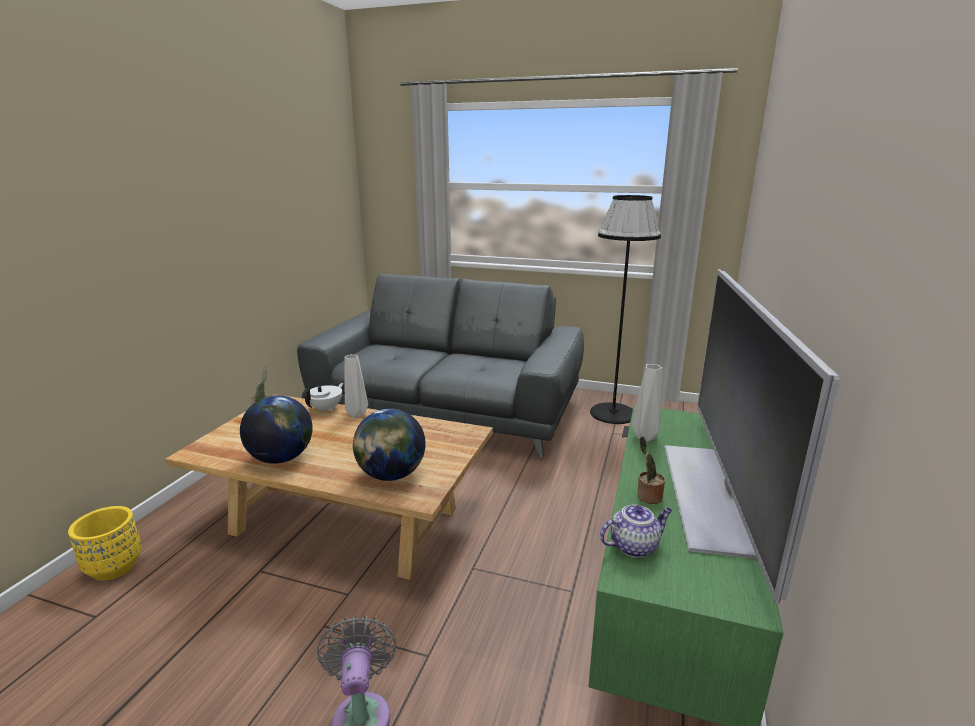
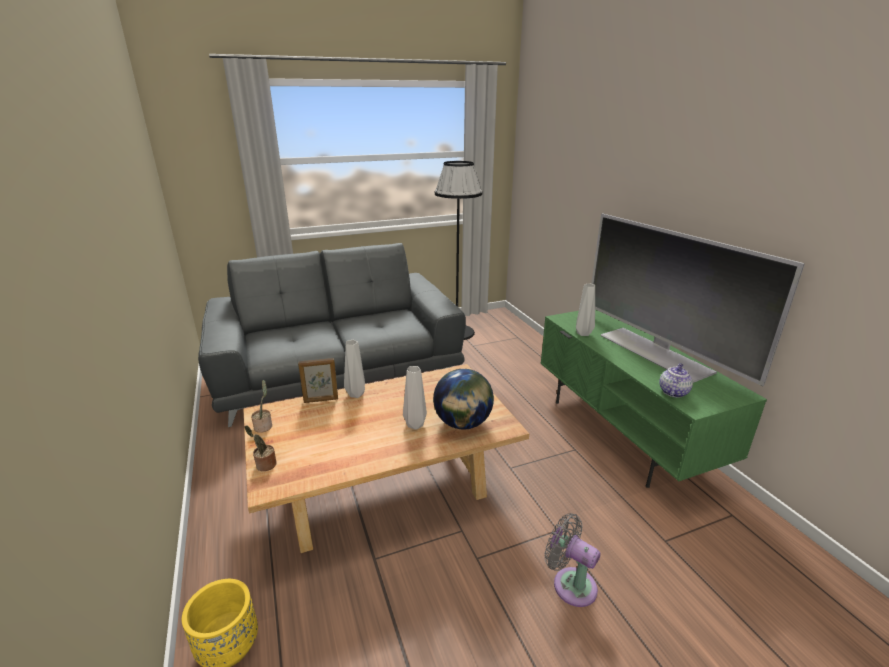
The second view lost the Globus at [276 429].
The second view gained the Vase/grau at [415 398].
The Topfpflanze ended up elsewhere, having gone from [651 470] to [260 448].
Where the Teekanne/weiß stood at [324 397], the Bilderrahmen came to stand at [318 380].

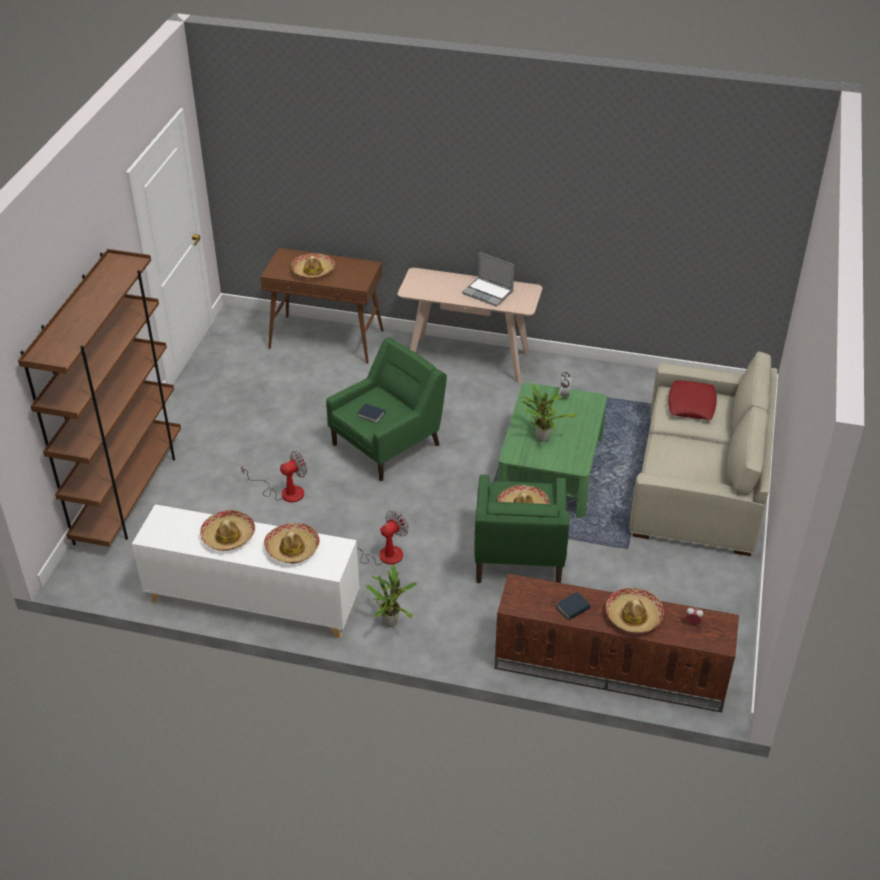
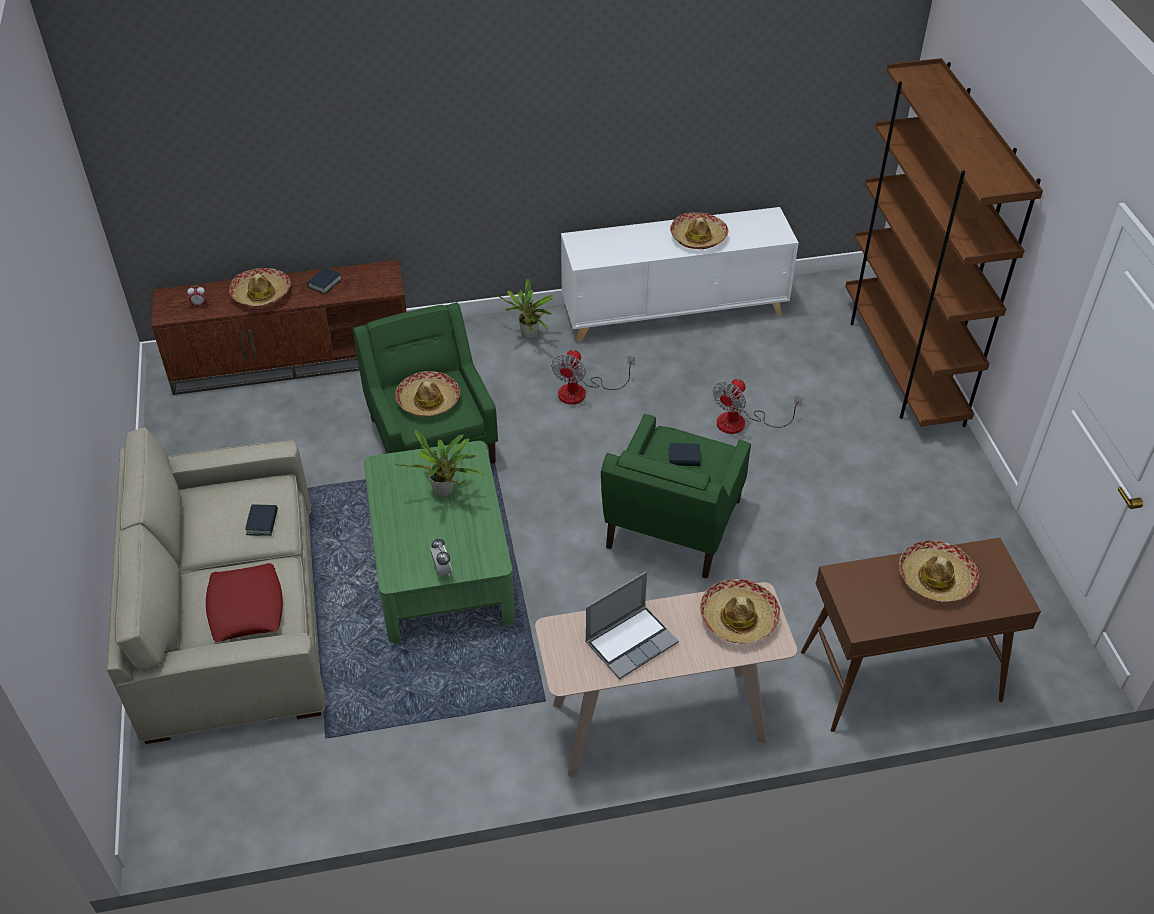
The second view gained the Buch at [261 520].
The Hut ended up elsewhere, having gone from [292 543] to [740 611].
The Laptop at [488 279] ended up facing another way, 135 degrees clockwise from before.

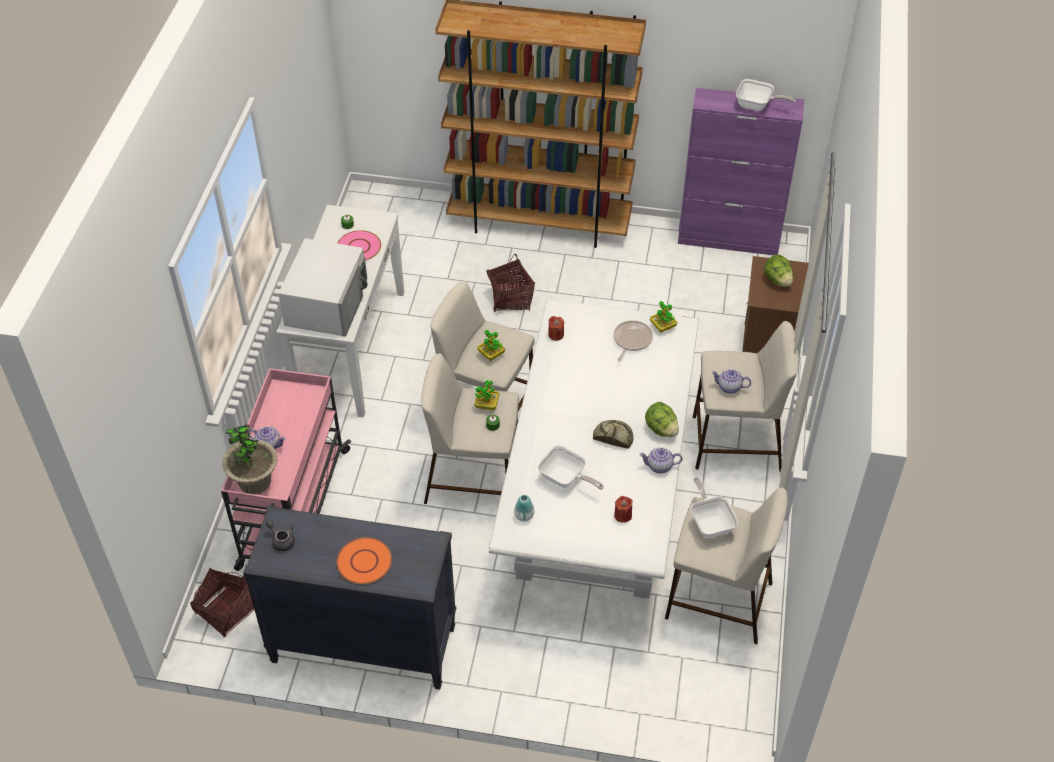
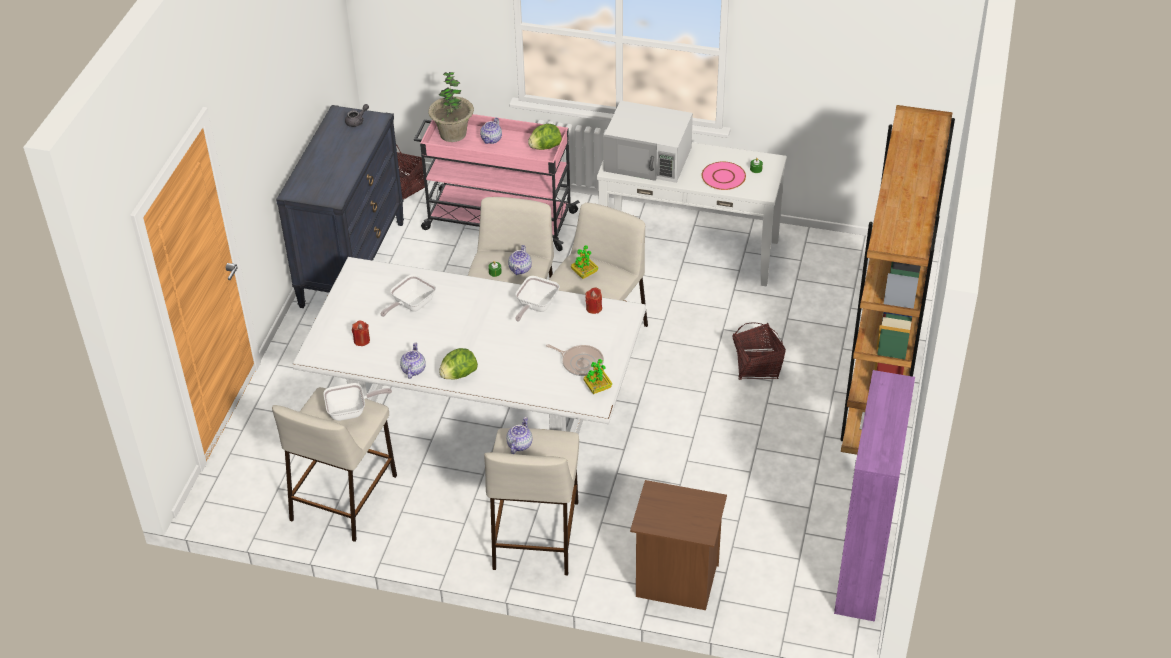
The second view lost the Teller/orange at [364 560].
The second view lost the Vase at [524 508].
The second view lost the Brot at [613 434].
The Pfanne ended up elsewhere, having gone from [766 95] to [537 299].
The Salatkopf ended up elsewhere, having gone from [778 270] to [545 137].
Where the Topfpflanze stood at [486 395], the Teekanne came to stand at [520 260].

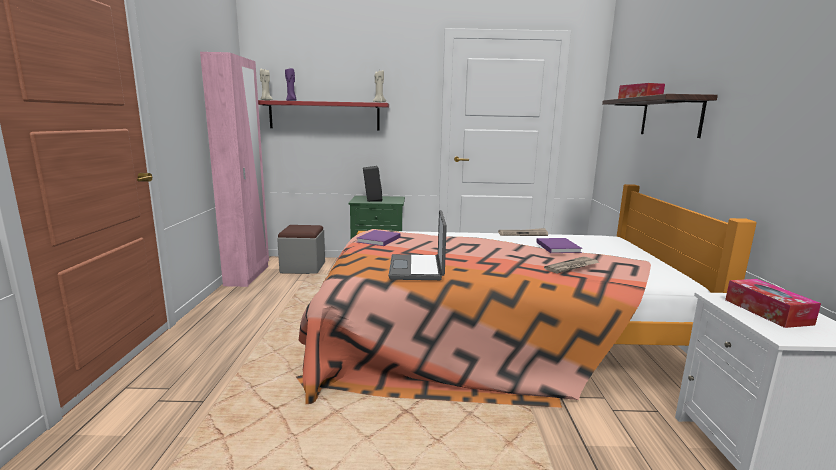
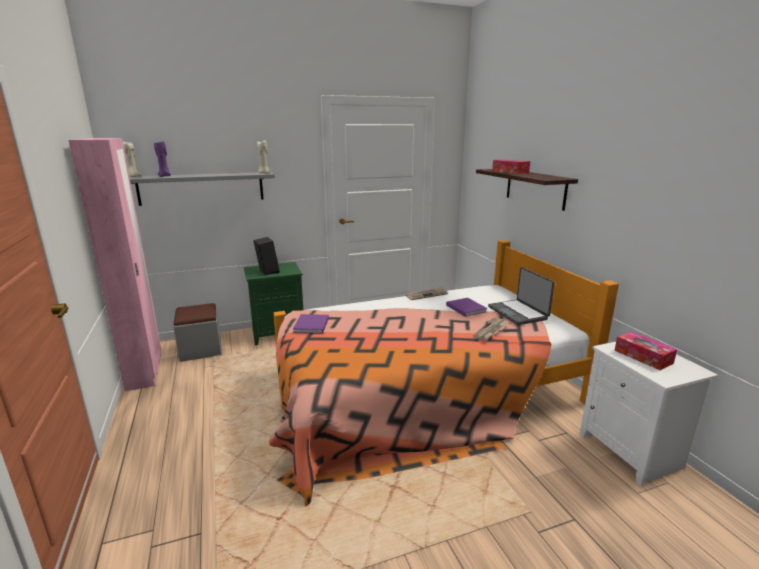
The Laptop ended up elsewhere, having gone from [417 245] to [521 296].
What was the Wandregal/rot at [323 115] turned into the Wandregal/grau at [202 189].

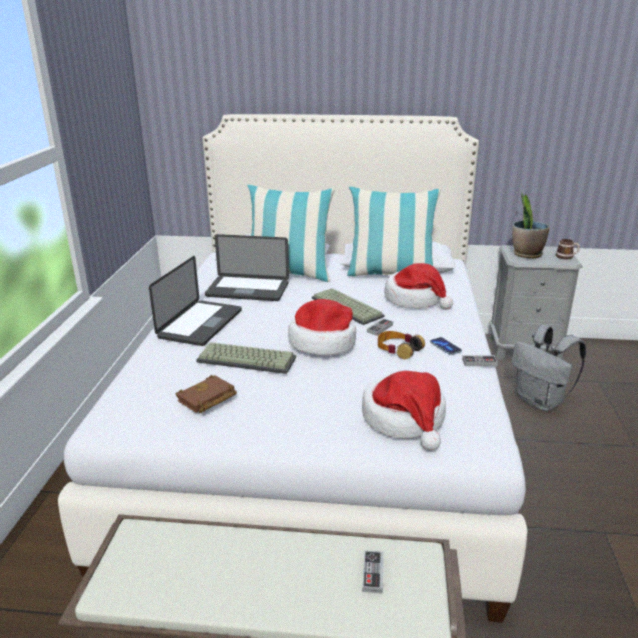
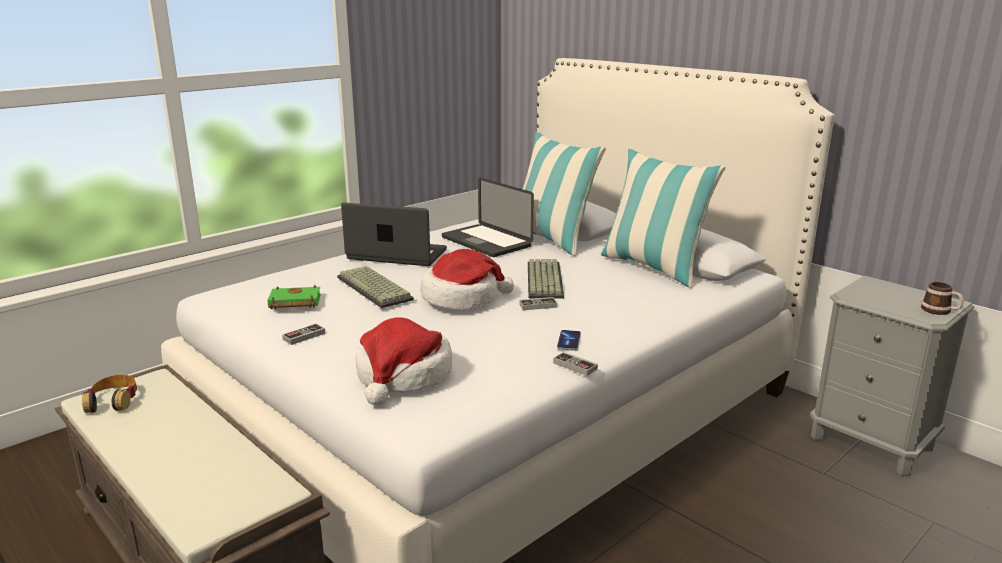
The second view lost the Hut at [418 286].
The second view lost the Rucksack/grau at [548 368].
The second view lost the Topfpflanze at [531 225].
The Gamepad ended up elsewhere, having gone from [373 572] to [303 334].
The Kopfhörer ended up elsewhere, having gone from [401 345] to [109 393].
What was the Buch/braun at [206 394] turned into the Buch/grün at [294 297].
The Laptop at [195 301] ended up facing another way, 135 degrees counterclockwise from before.

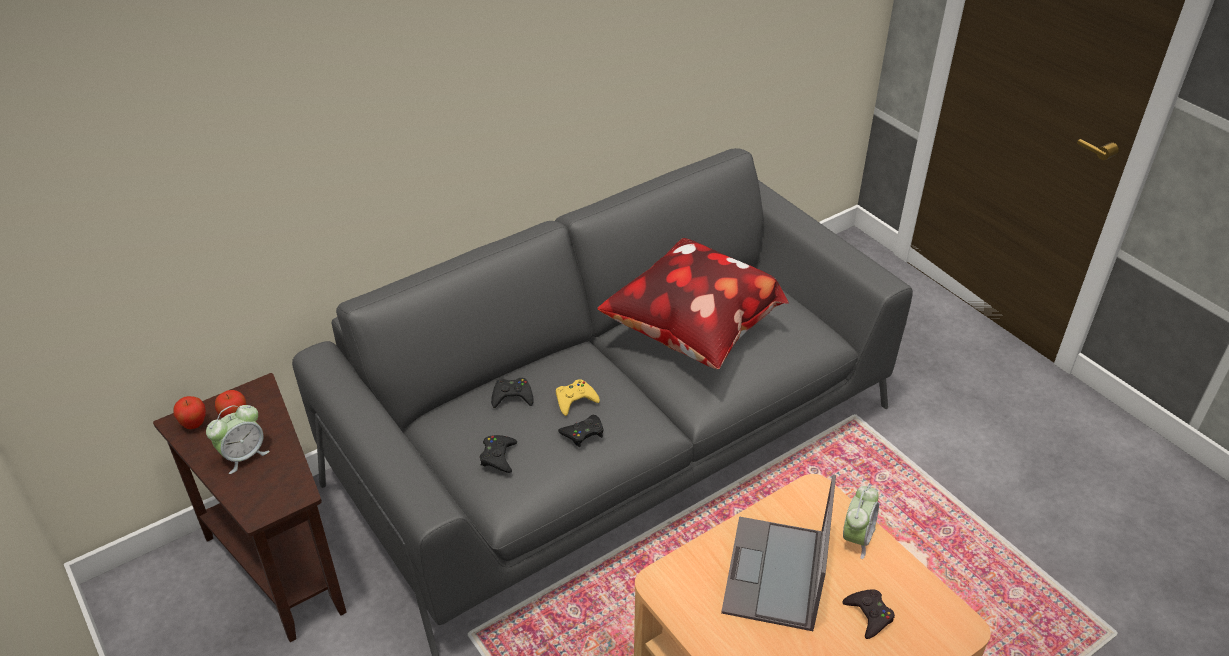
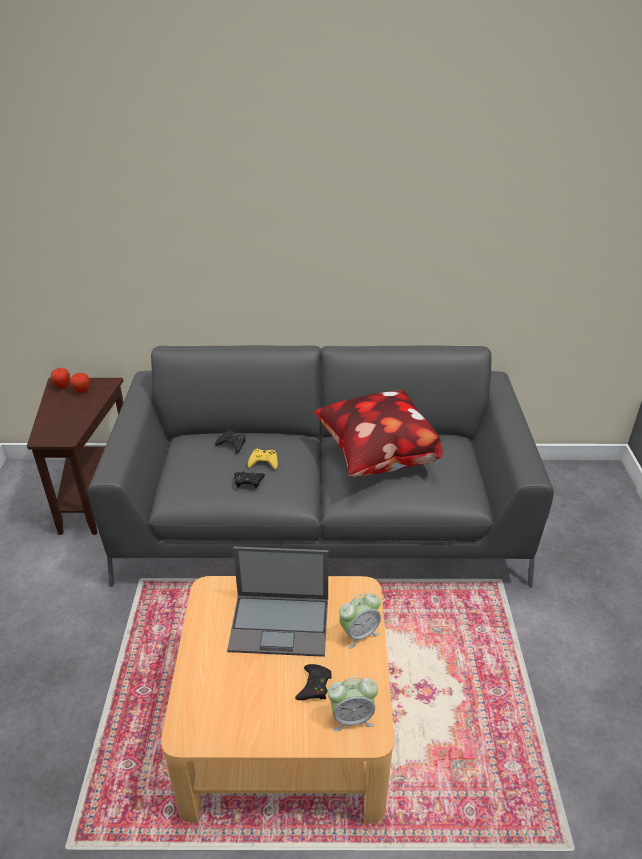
The second view lost the Gamepad/schwarz at [498 454].
The Wecker ended up elsewhere, having gone from [238 439] to [353 704].
The Laptop at [778 552] ended up facing another way, 135 degrees counterclockwise from before.

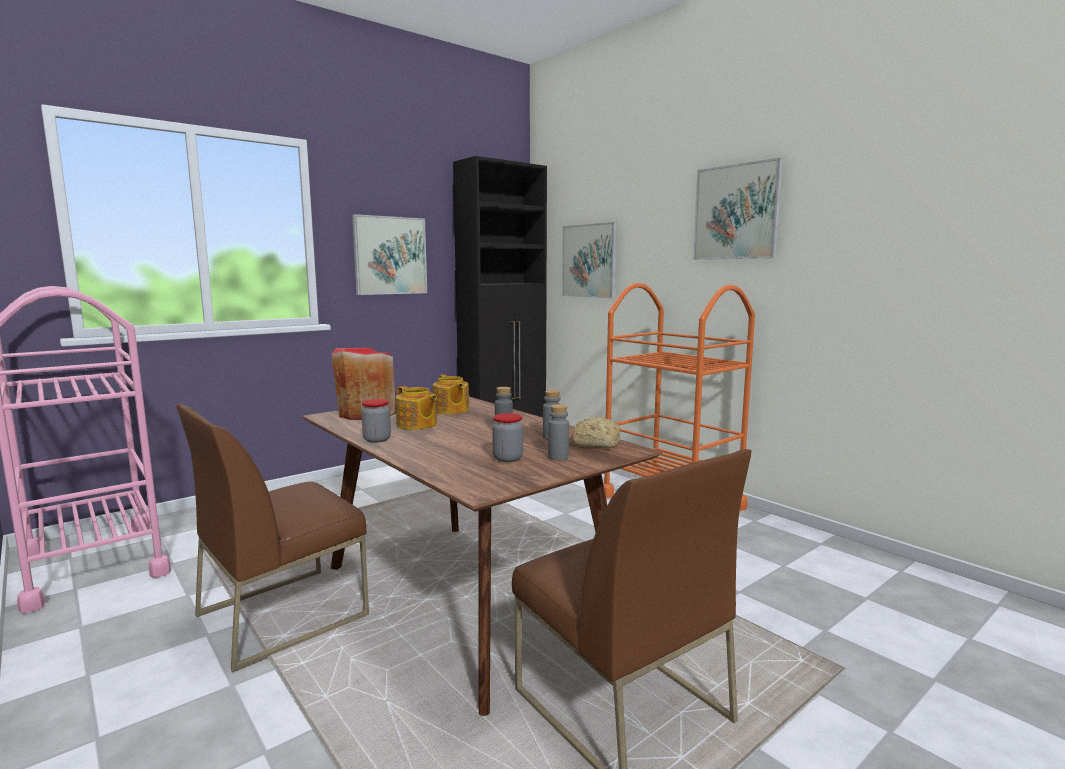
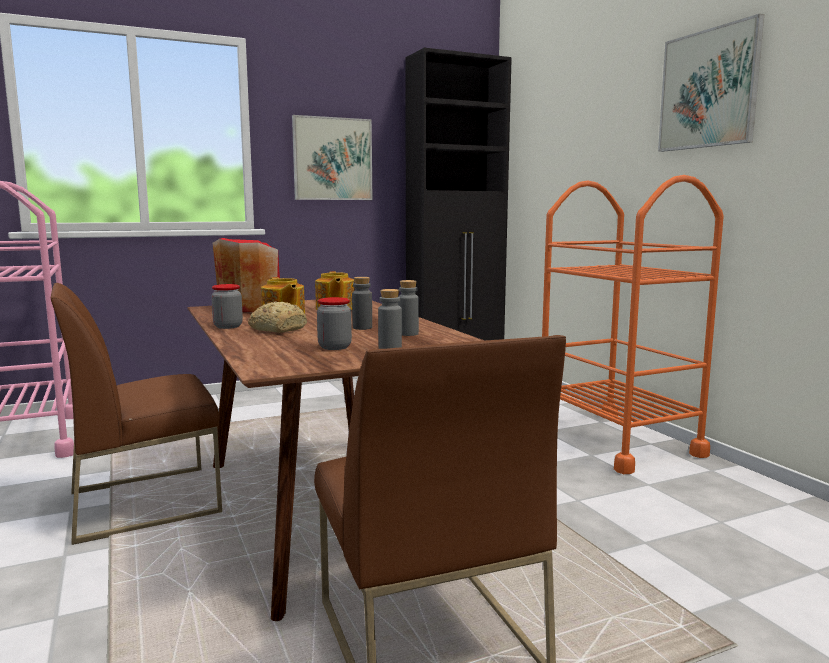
The second view lost the Bild at [589 260].
The Brot ended up elsewhere, having gone from [596 432] to [277 317].

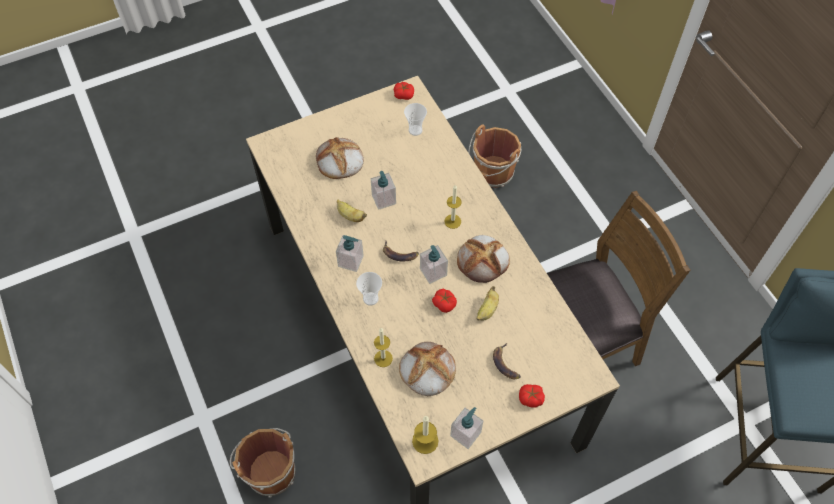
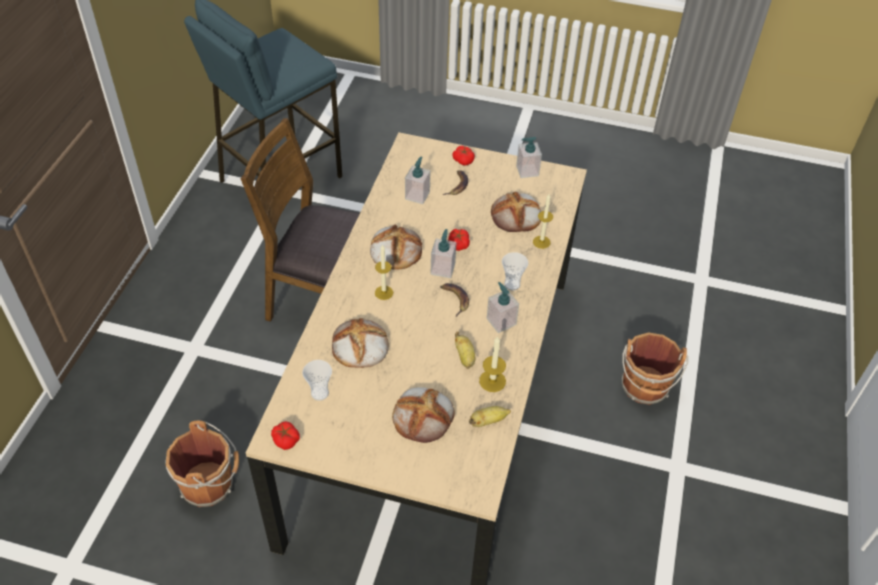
The second view gained the Brot at [360 343].
The Seifenspender ended up elsewhere, having gone from [383 190] to [417 180].
The Kerze ended up elsewhere, having gone from [425 435] to [492 364].
The Banane ended up elsewhere, having gone from [488 303] to [490 416].

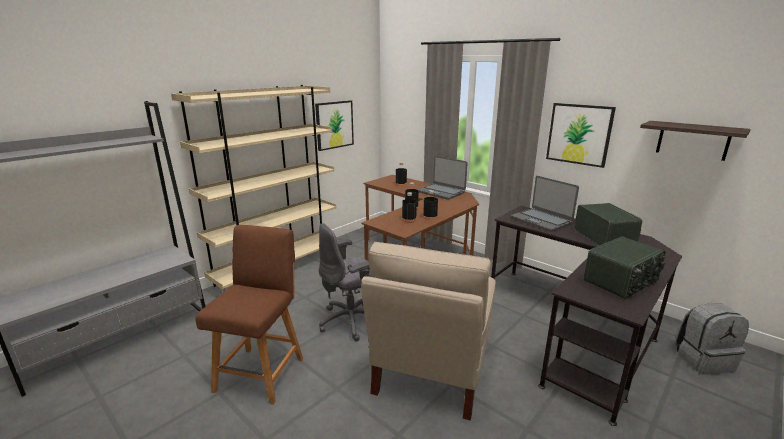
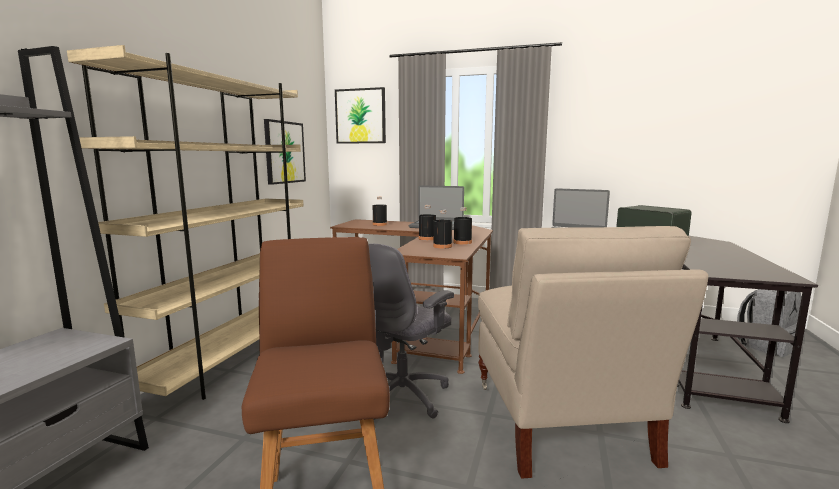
The second view lost the Radio at [624 267].
The second view lost the Wandregal at [695 141].
The Bild ended up elsewhere, having gone from [581 135] to [360 115].

